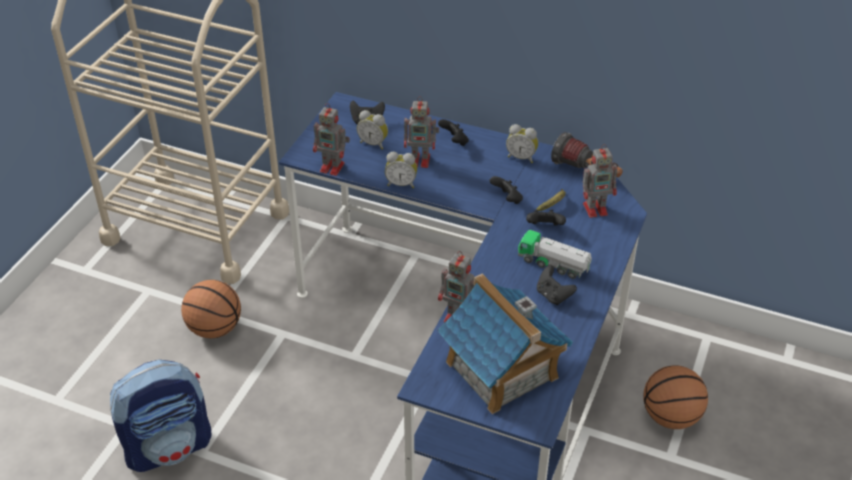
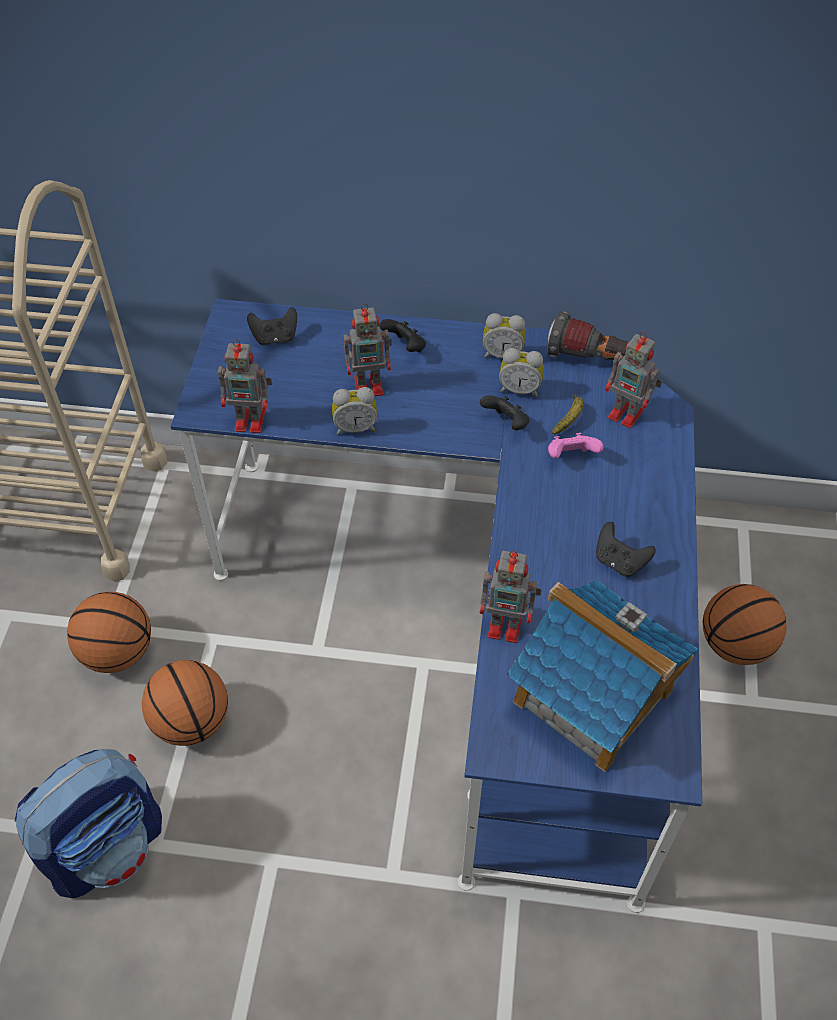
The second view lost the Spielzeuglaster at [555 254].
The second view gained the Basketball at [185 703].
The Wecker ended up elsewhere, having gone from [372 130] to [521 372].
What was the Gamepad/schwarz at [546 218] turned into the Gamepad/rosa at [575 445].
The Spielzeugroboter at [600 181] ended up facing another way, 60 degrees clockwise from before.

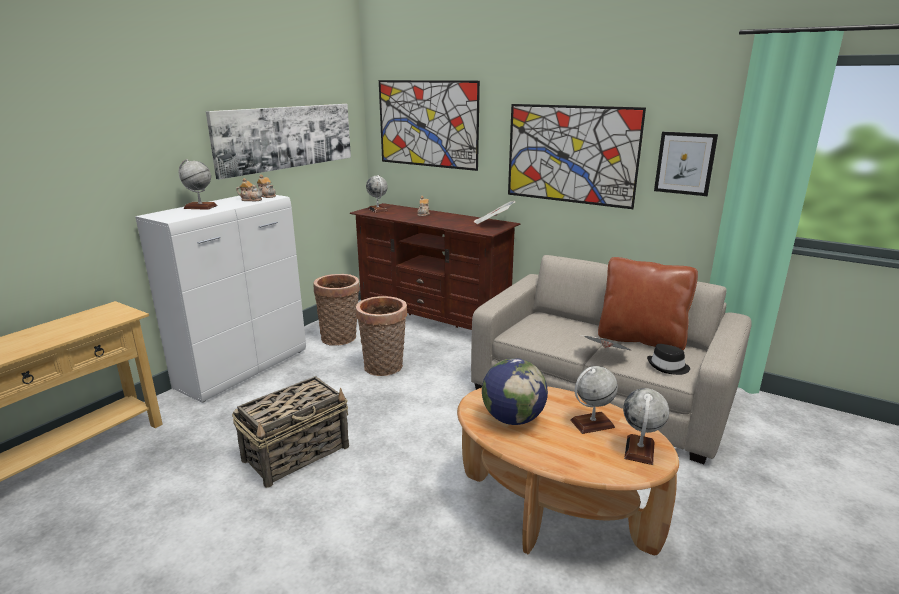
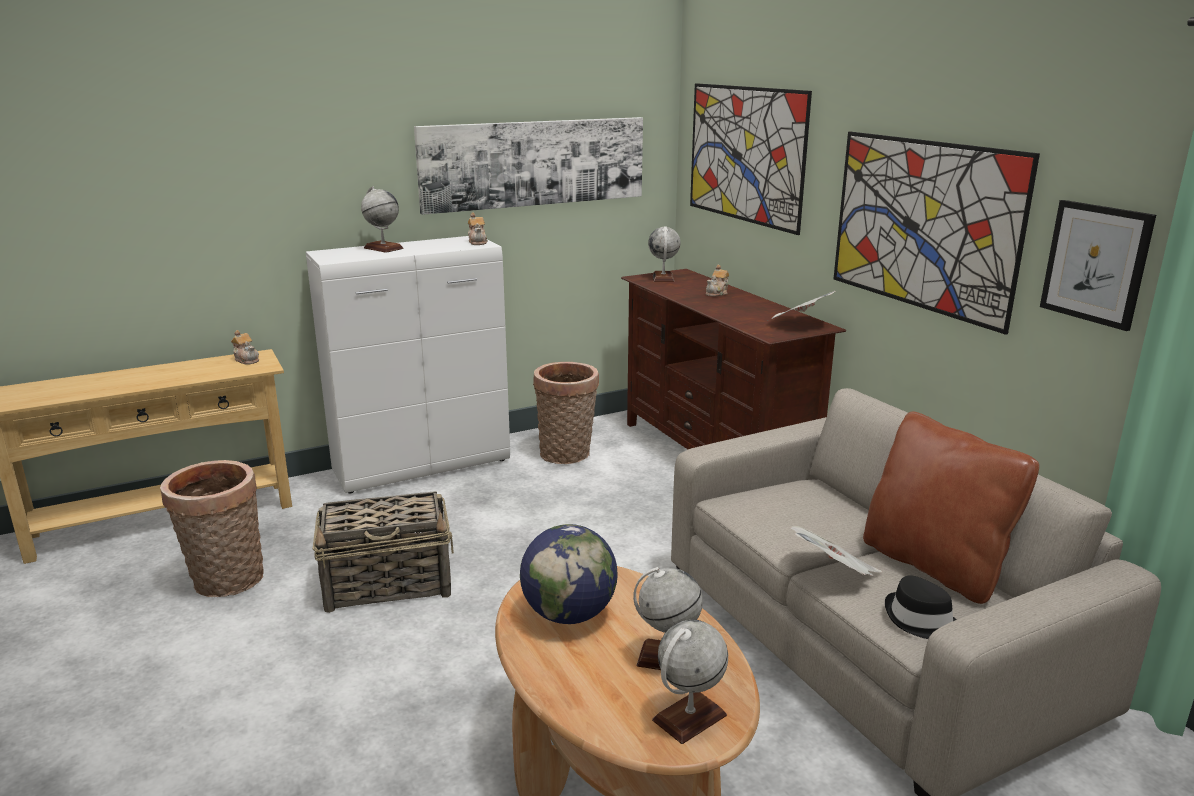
The Teekanne ended up elsewhere, having gone from [249 189] to [245 347].
The Korb ended up elsewhere, having gone from [381 336] to [211 528].

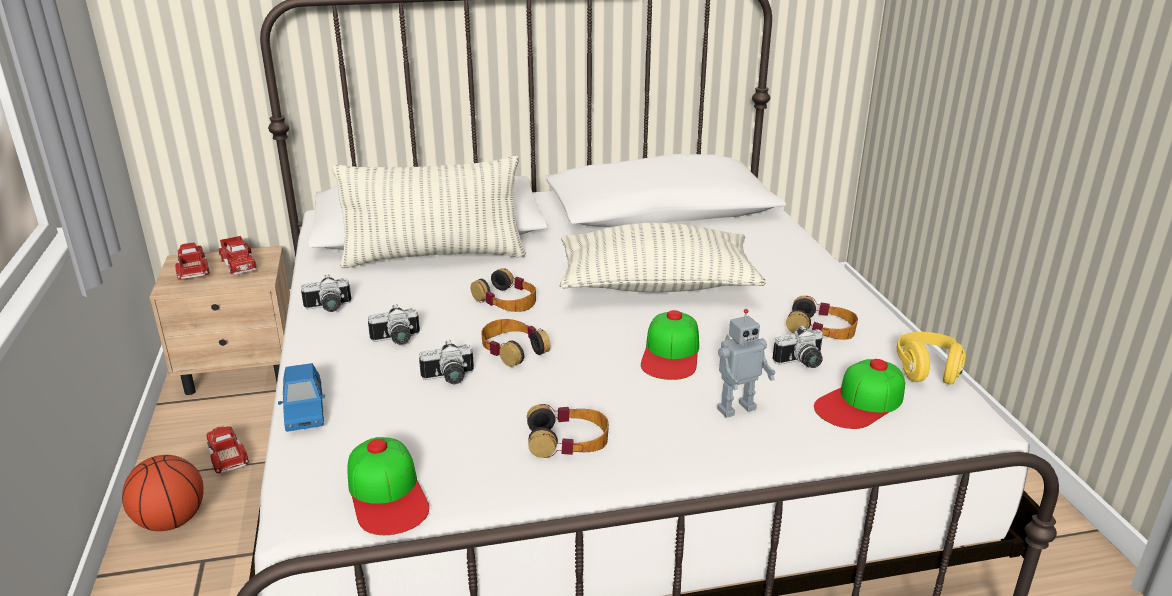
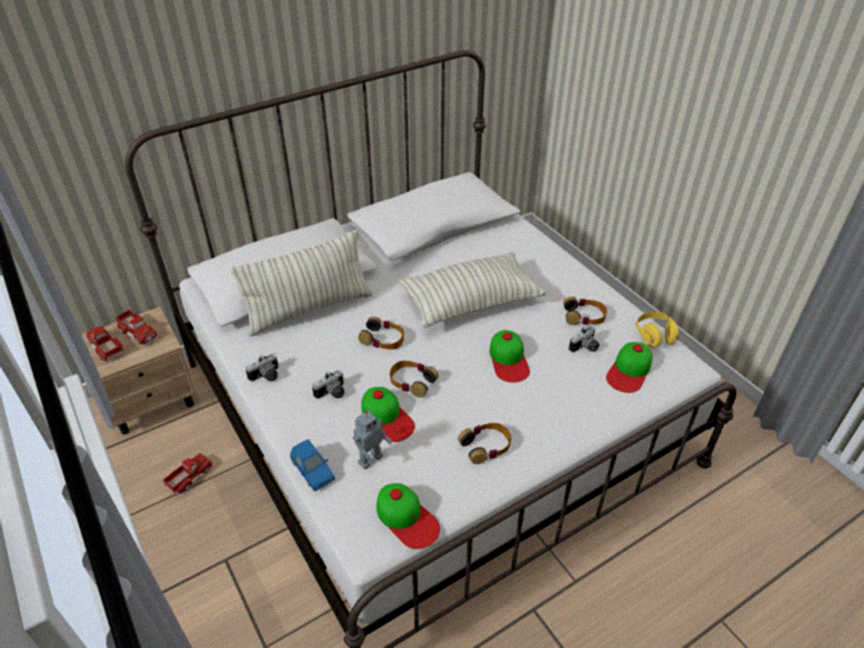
The second view lost the Basketball at [163 493].
The Spielzeugroboter ended up elsewhere, having gone from [746 363] to [372 439].
Where the Kamera stood at [446 362], the Kappe came to stand at [388 414].
The Spielzeuglaster at [227 449] ended up facing another way, 90 degrees clockwise from before.

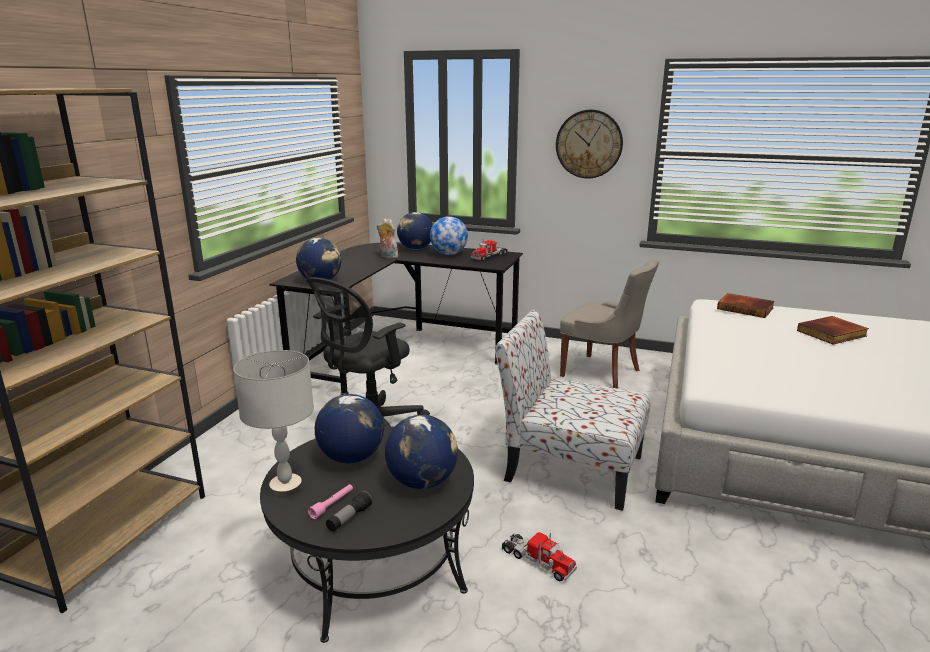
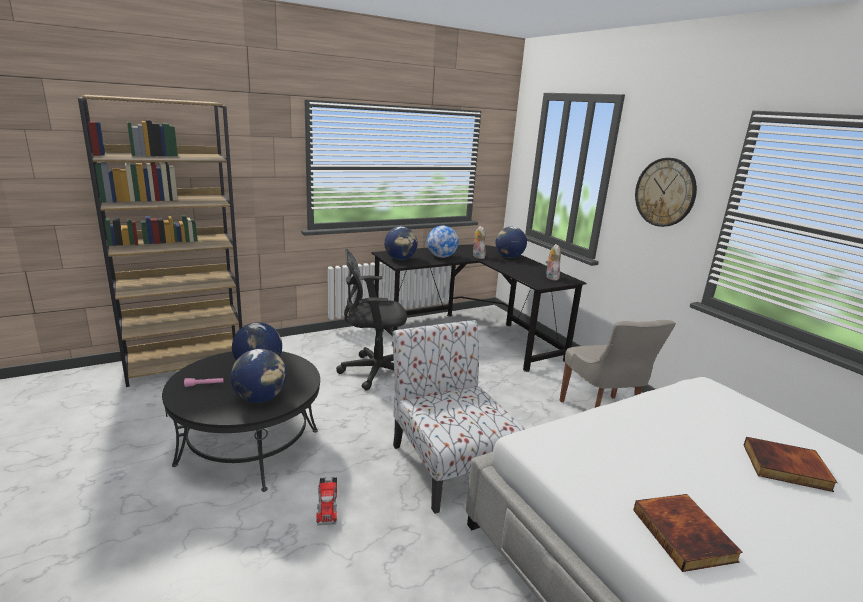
The second view lost the Tischlampe/grau at [273 423].
The second view lost the Taschenlampe at [349 511].
The Globus ended up elsewhere, having gone from [449 235] to [443 241].
The Buch ended up elsewhere, having gone from [746 305] to [688 533].
Where the Spielzeuglaster stood at [489 249], the Plüschtier came to stand at [553 262].

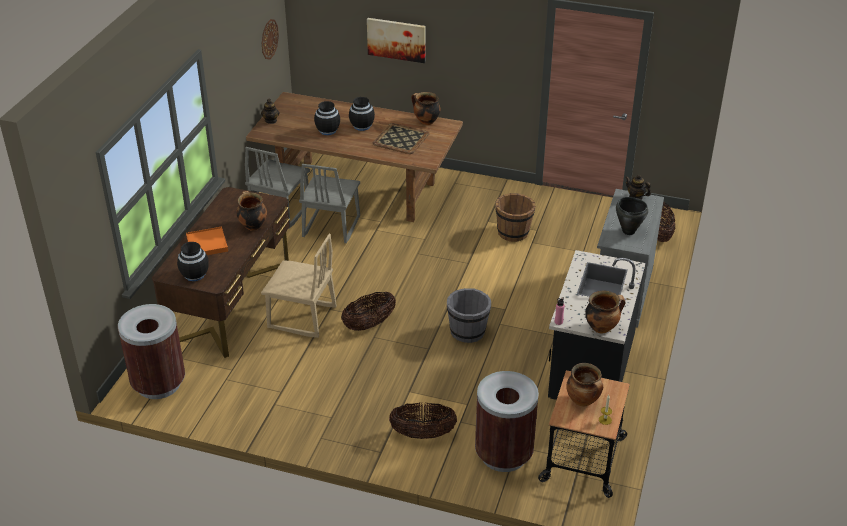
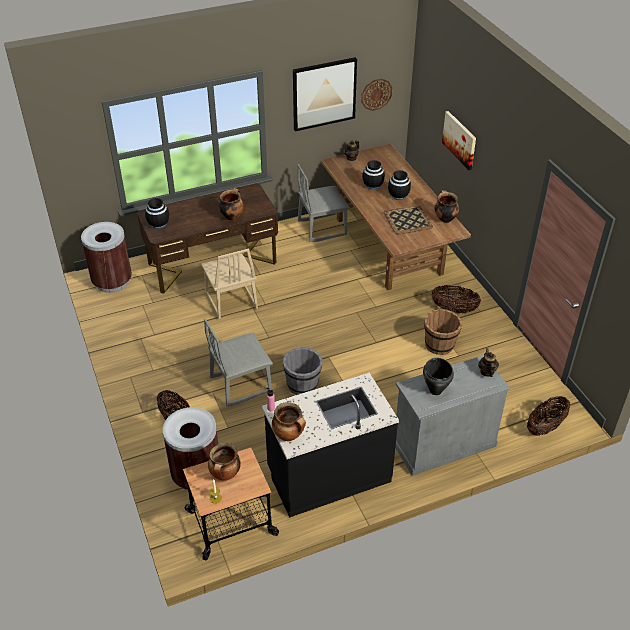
The second view lost the Tablett/orange at [207 240].
The second view gained the Bild at [325 94].
The Stuhl/grau ended up elsewhere, having gone from [329 203] to [238 363].
The Korb ended up elsewhere, having gone from [368 311] to [456 299].

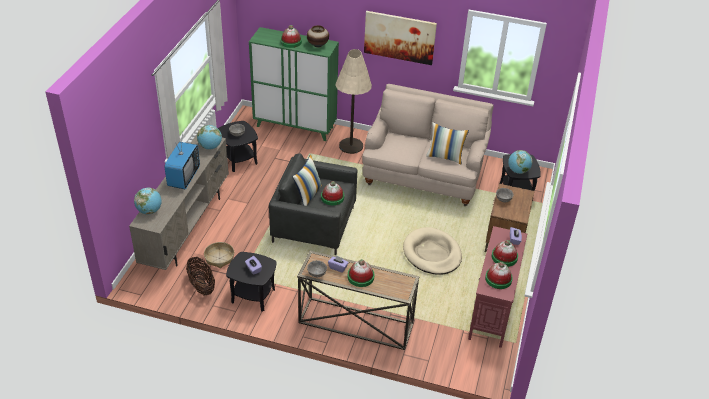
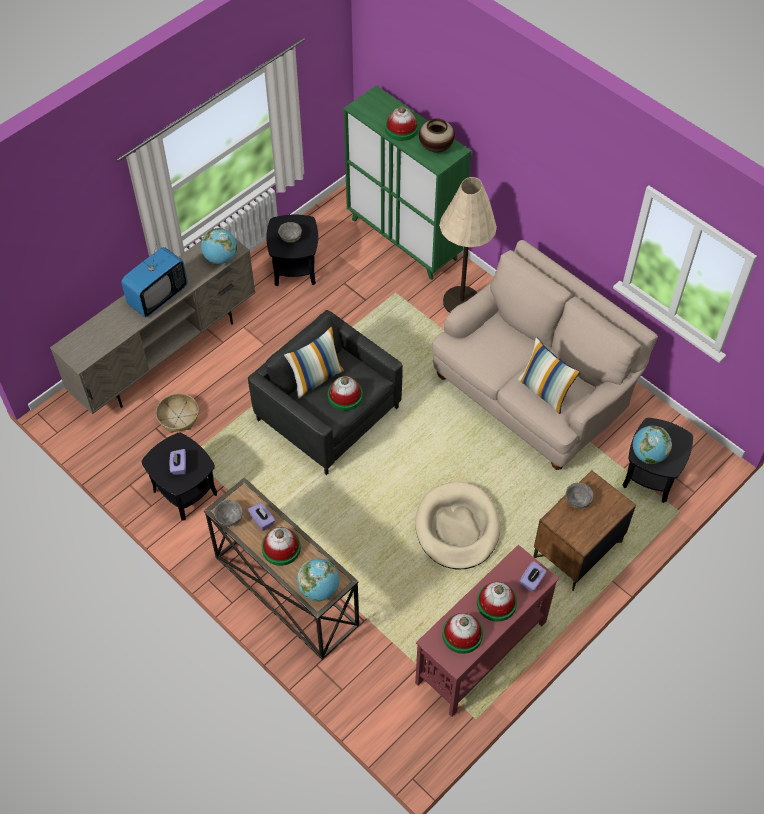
The second view lost the Korb at [200 276].
The second view lost the Bild at [400 38].
The Globus ended up elsewhere, having gone from [148 201] to [318 580].

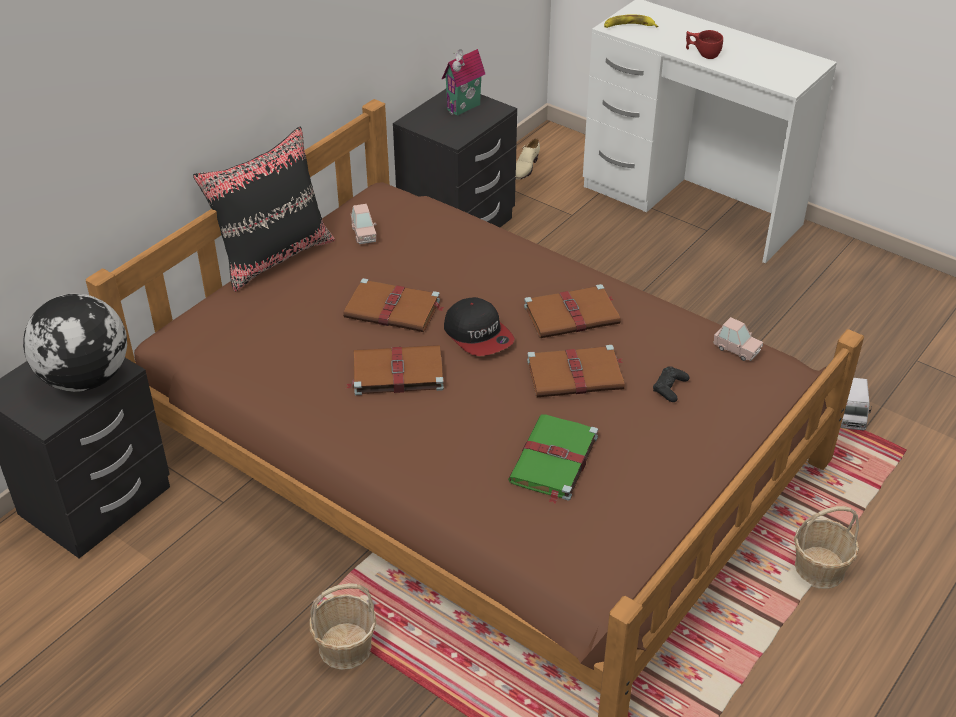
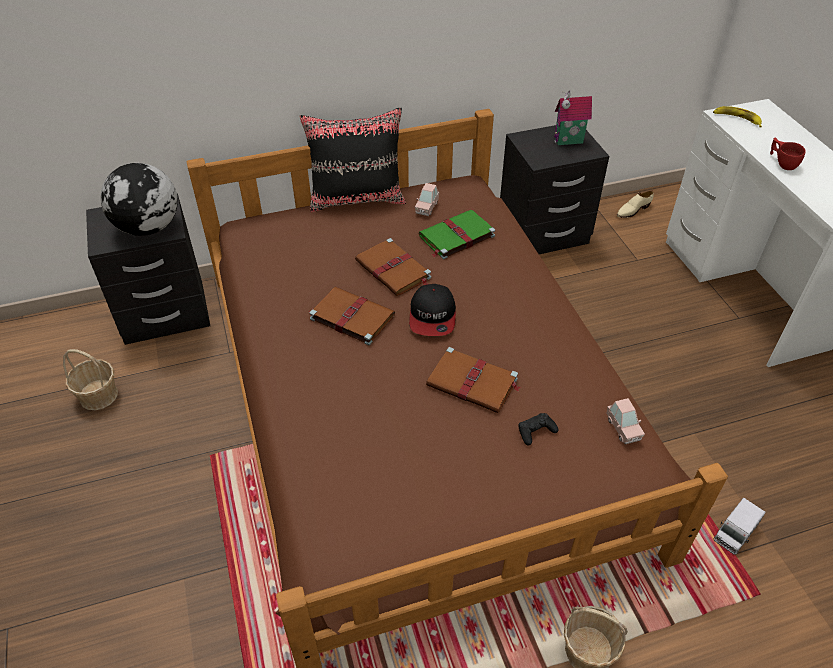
The second view lost the Buch/braun at [572 311].
The Korb ended up elsewhere, having gone from [342 626] to [90 379].
The Buch/grün ended up elsewhere, having gone from [553 459] to [457 234].

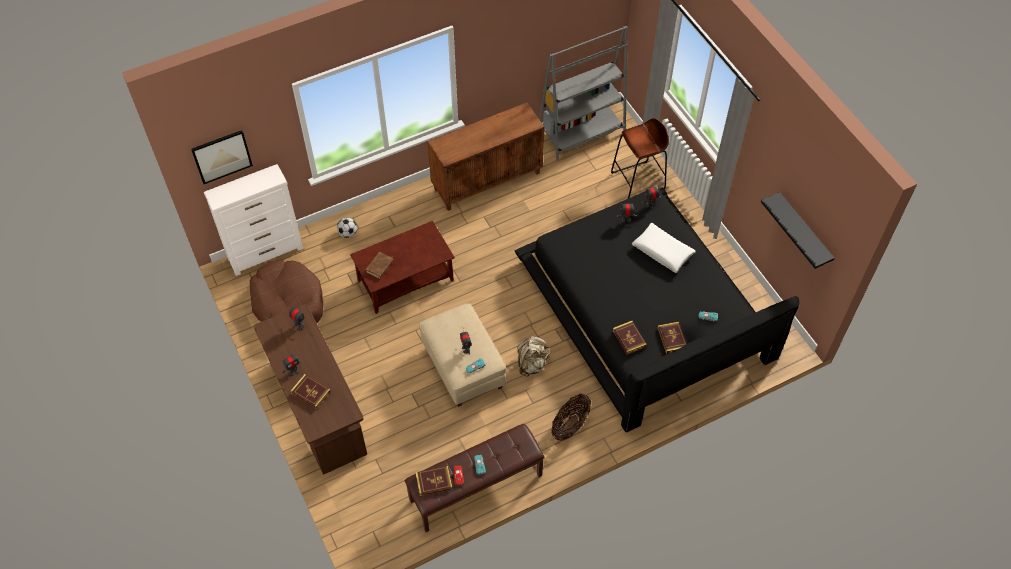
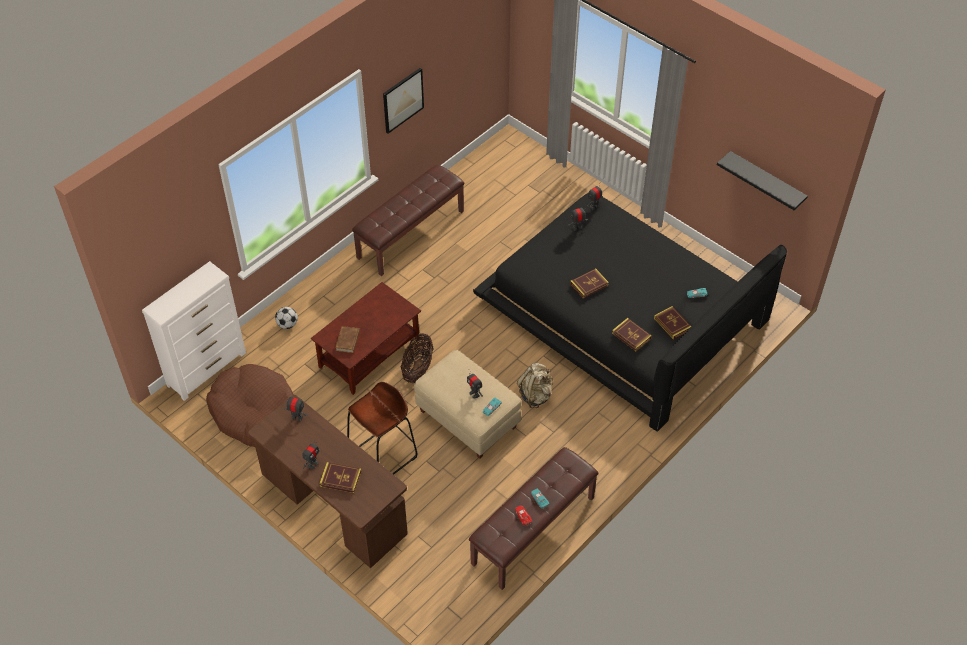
The second view lost the Bücherregal/grau at [583 93].
The second view lost the Kissen/weiß at [663 248].
The Bild ended up elsewhere, having gone from [222 157] to [403 101].
The Buch ended up elsewhere, having gone from [433 481] to [589 283].
The Korb ended up elsewhere, having gone from [571 417] to [417 358].
The Hocker/braun ended up elsewhere, having gone from [640 158] to [382 428].
Where the Schrank/braun stood at [486 157], the Bank/braun came to stand at [408 220].

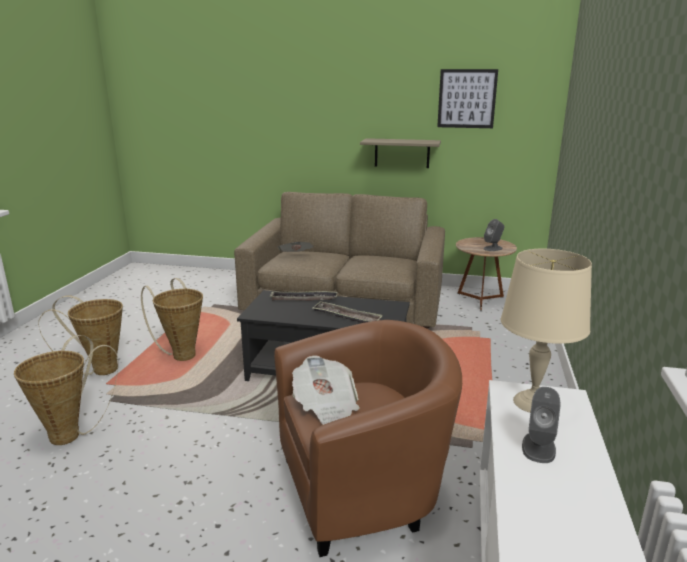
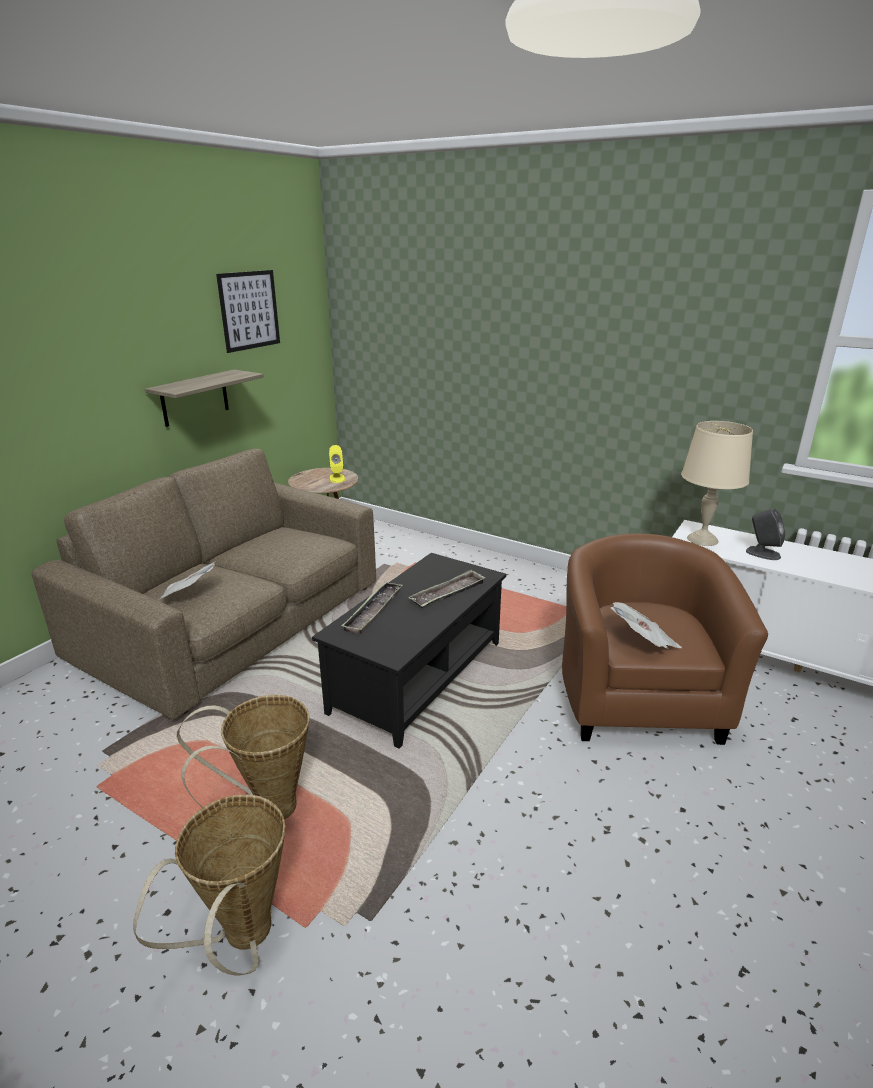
The second view lost the Korb at [66 390].
What was the Lautsprecher/grau at [494 235] turned into the Lautsprecher/gelb at [337 464].

